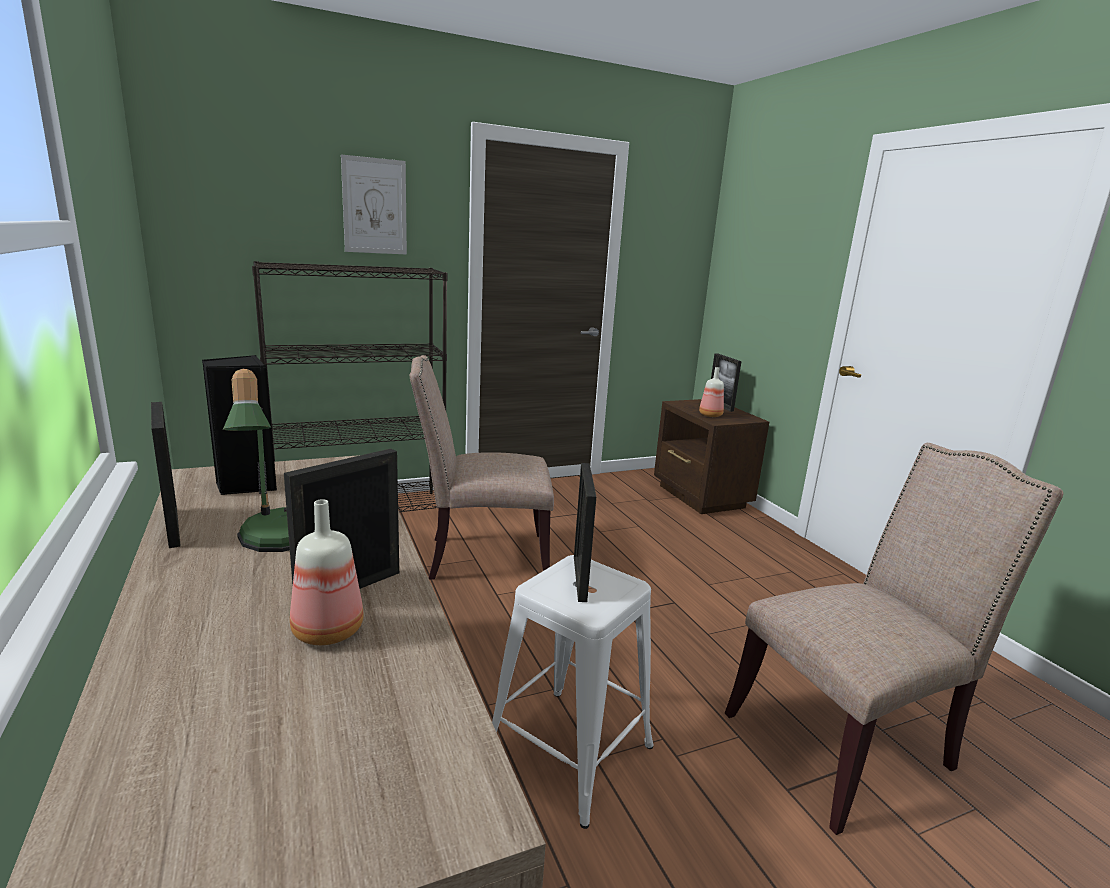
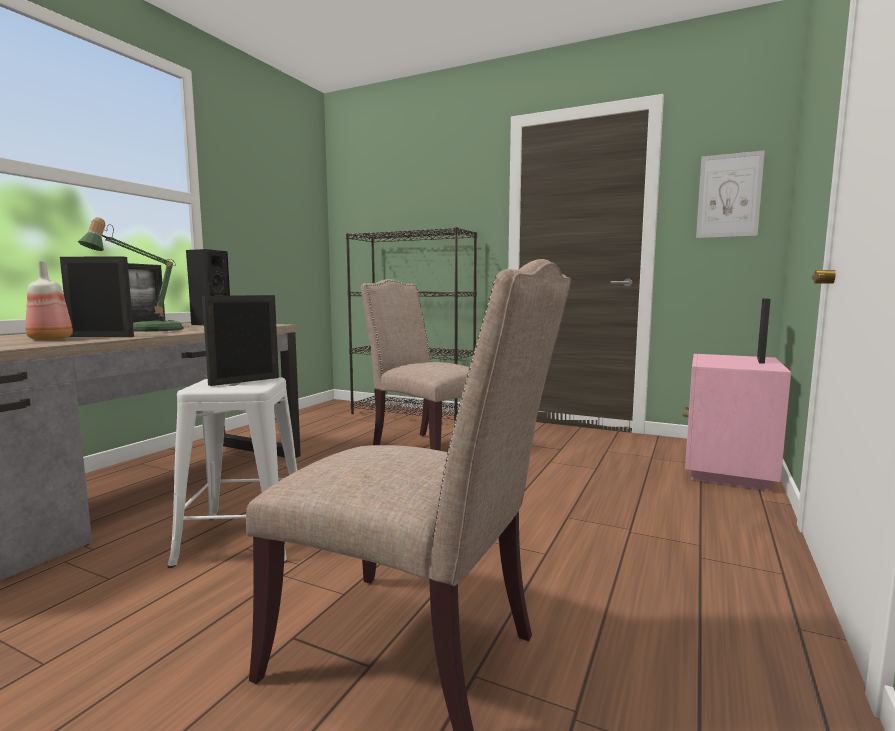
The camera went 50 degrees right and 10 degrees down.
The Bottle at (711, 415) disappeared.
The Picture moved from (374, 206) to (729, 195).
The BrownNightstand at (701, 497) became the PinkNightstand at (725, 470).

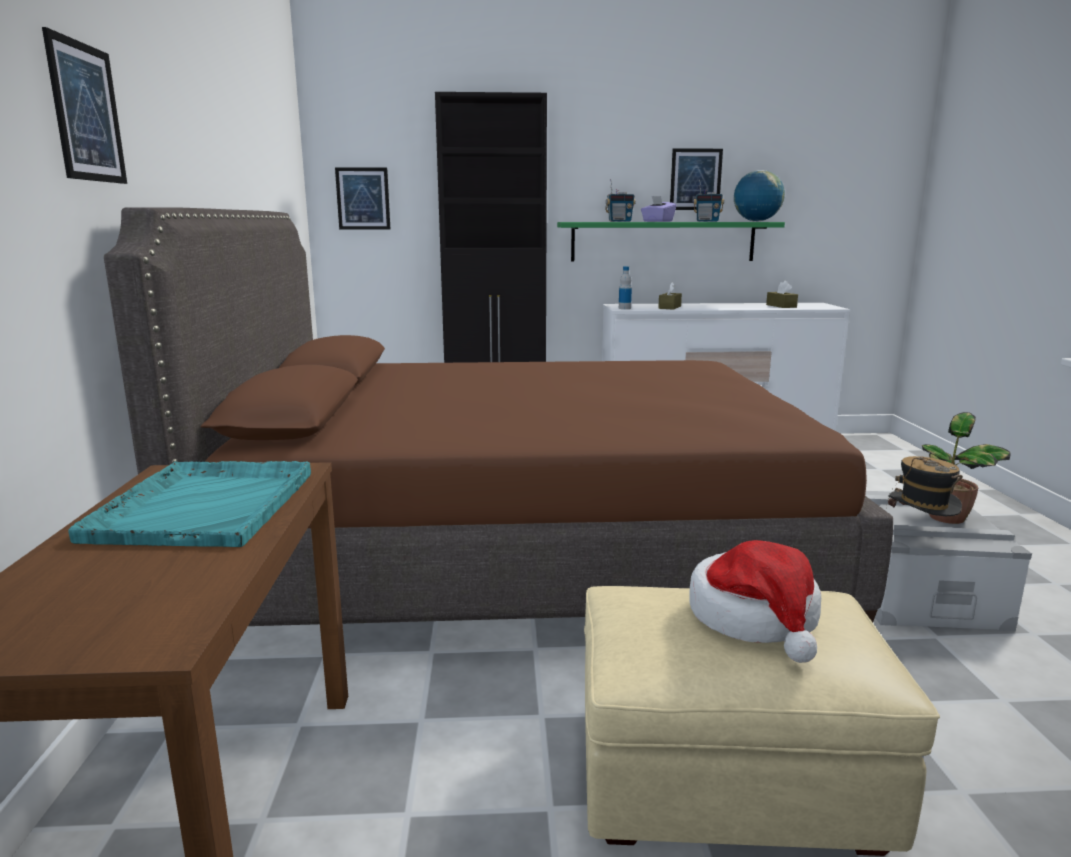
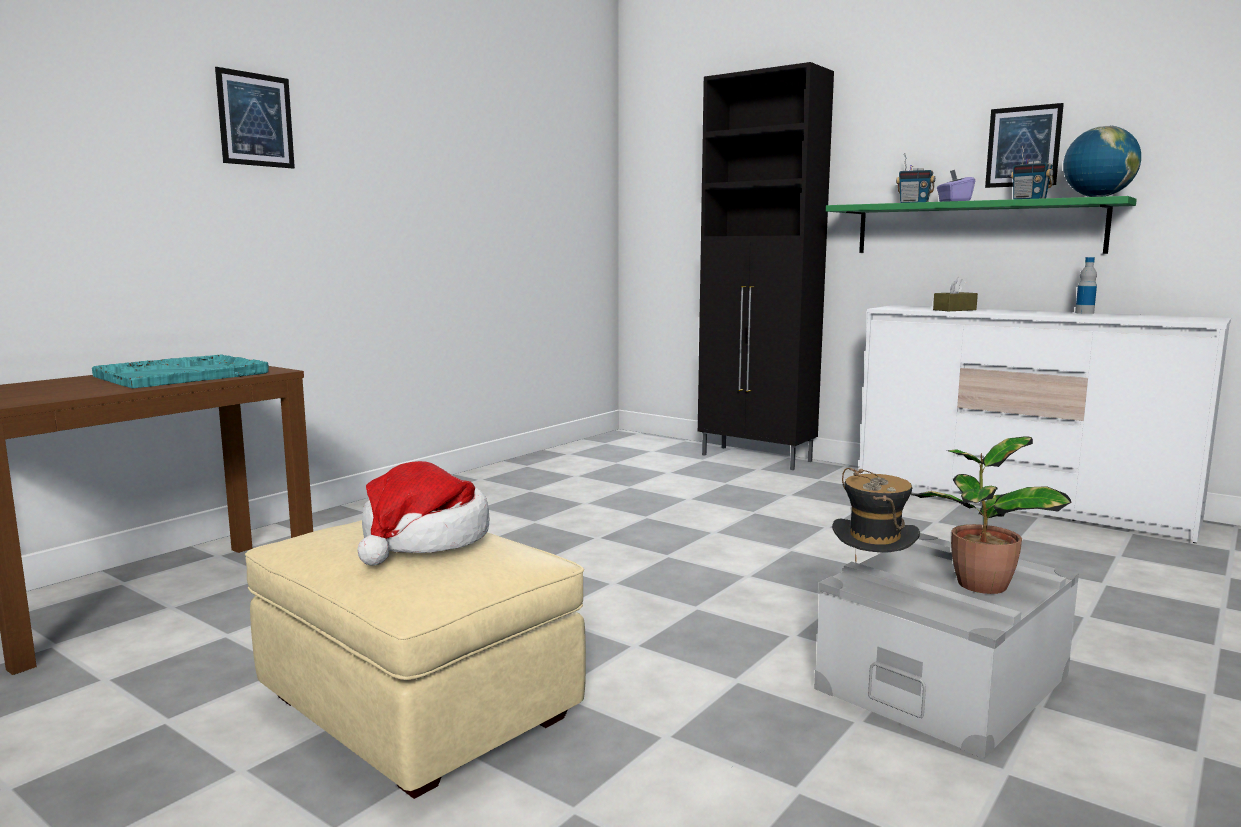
The camera went 40 degrees right and 5 degrees down.
The BrownBed at (521, 551) disappeared.
The Picture at (363, 198) disappeared.
The BrownTissueBox at (781, 306) disappeared.
The Bottle moved from (624, 308) to (1084, 313).

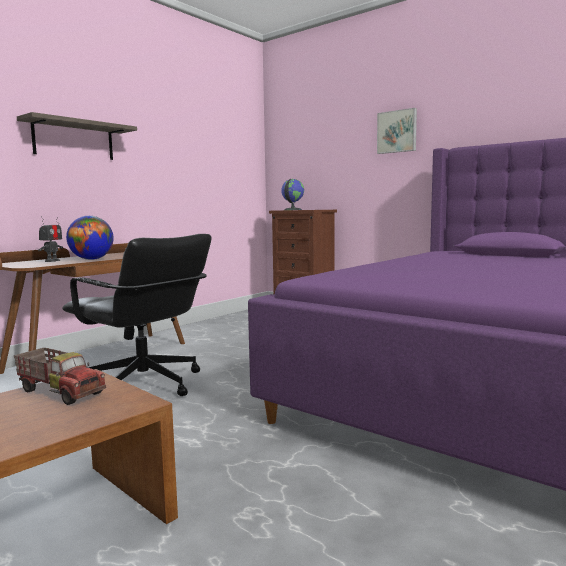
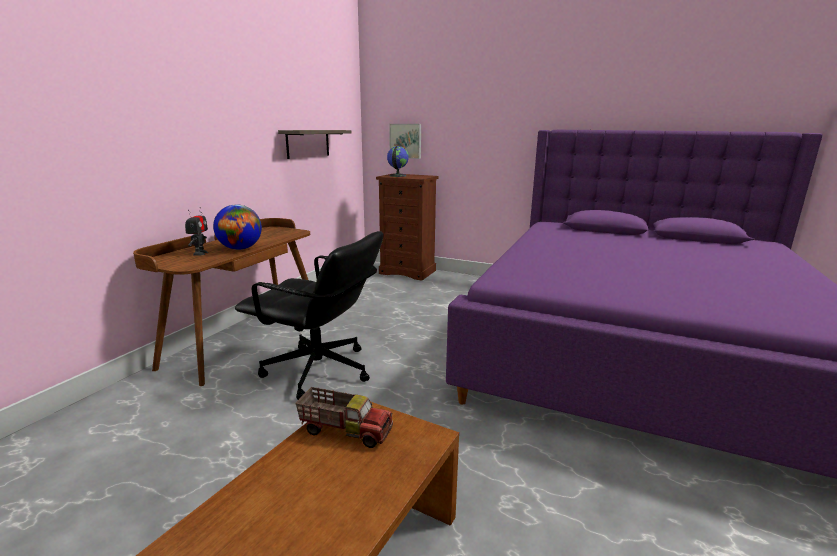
The camera went 15 degrees left and 10 degrees up.
The Shelf moved from (74, 140) to (308, 143).
The Picture moved from (397, 131) to (406, 141).

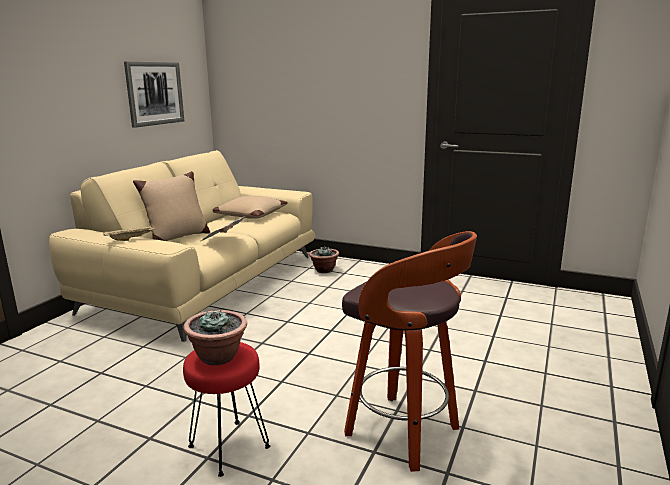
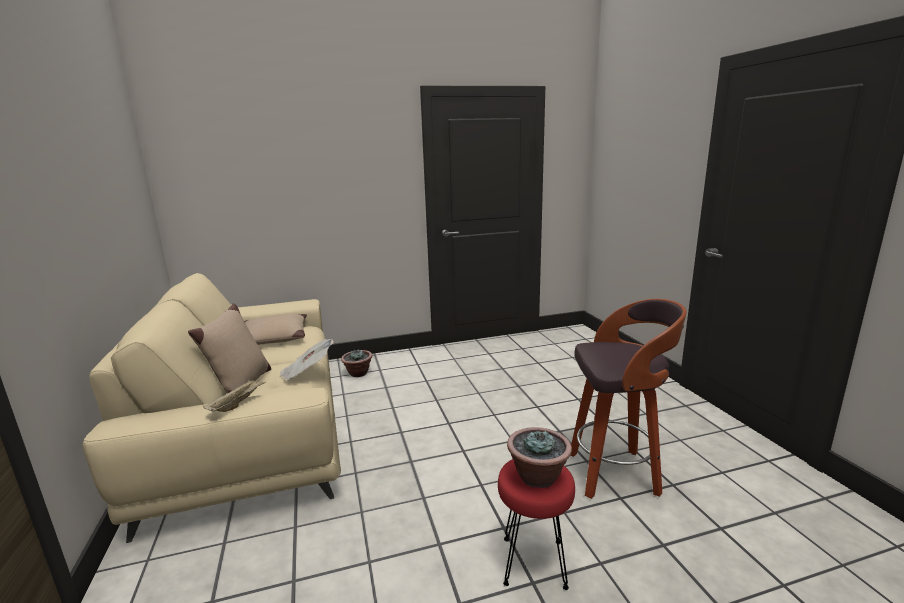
The camera went 40 degrees left and 0 degrees up.
The Picture at (155, 93) disappeared.

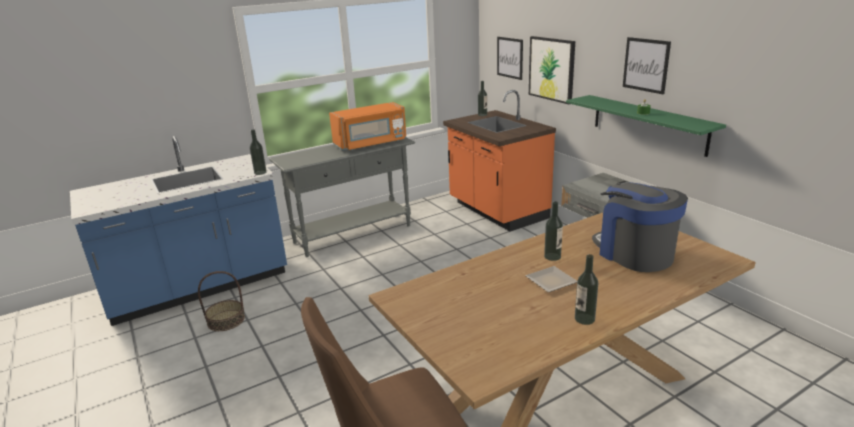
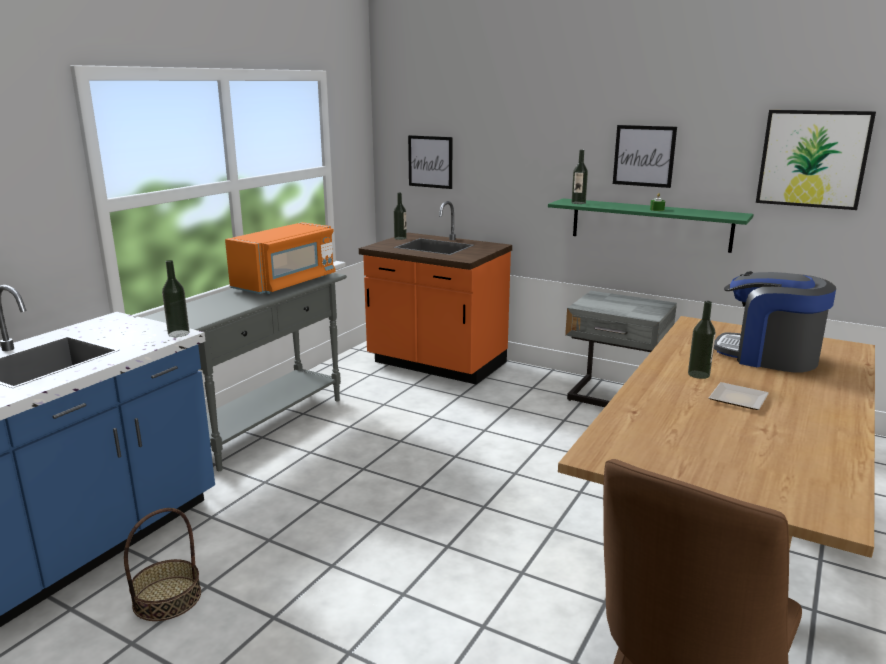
The camera went 30 degrees left and 5 degrees down.
The Picture moved from (552, 69) to (813, 159).
The Bottle moved from (584, 319) to (578, 203).

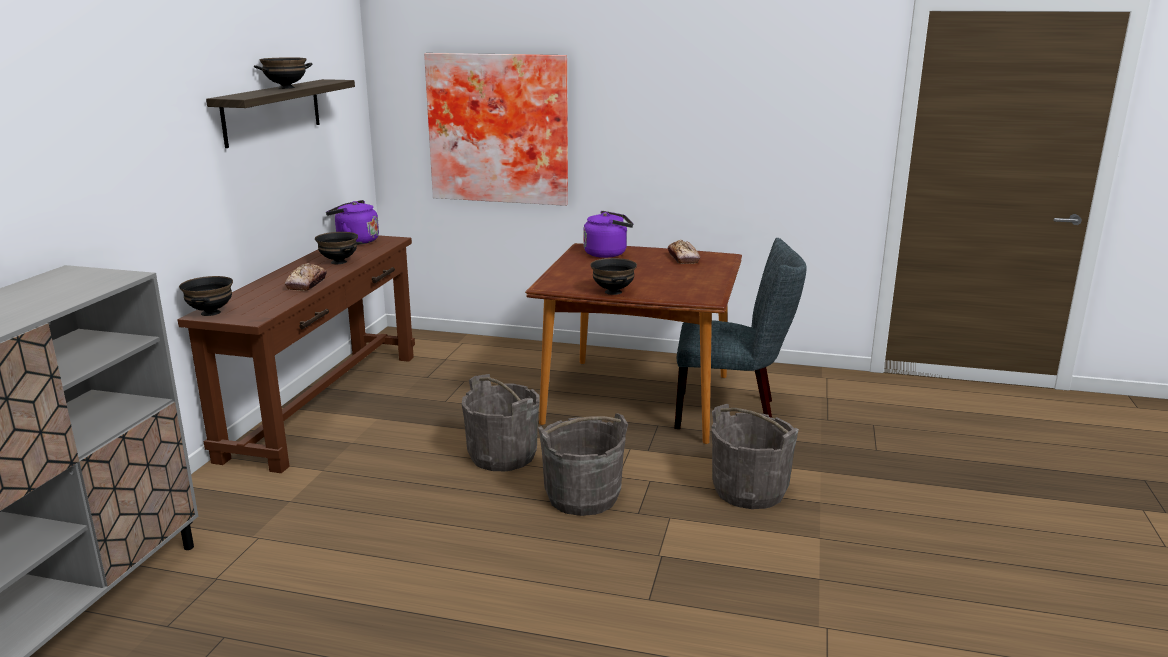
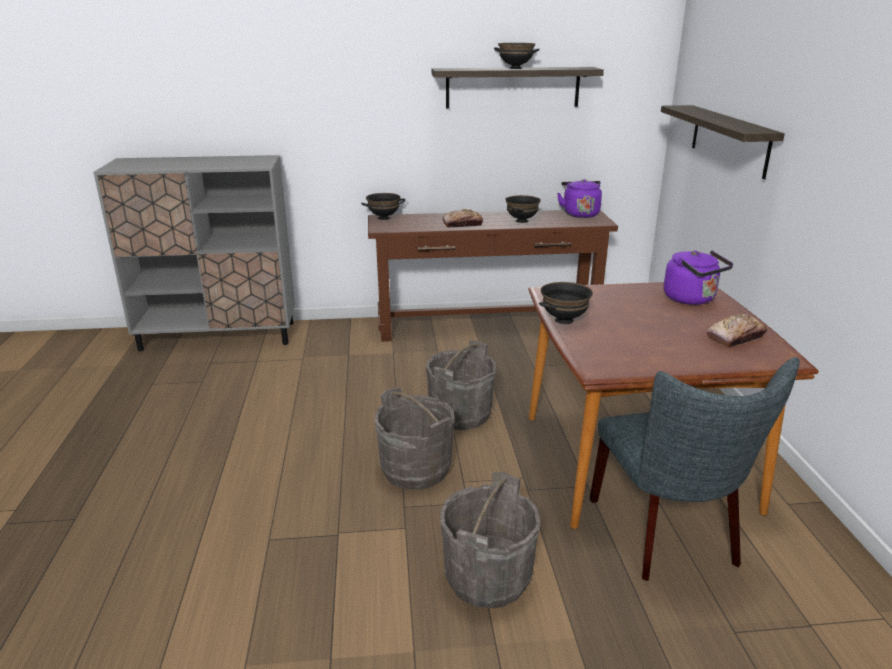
The camera went 70 degrees right and 5 degrees up.
The Picture at (499, 128) was replaced by the Shelf at (729, 139).

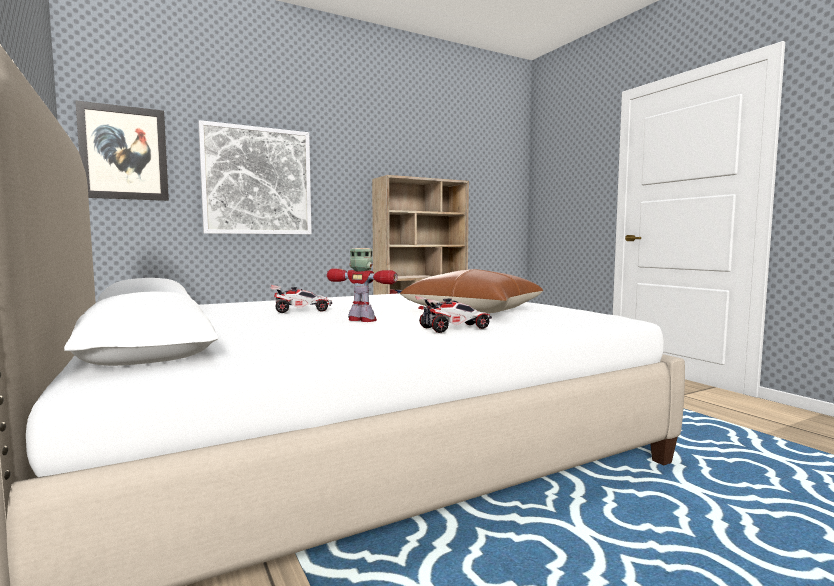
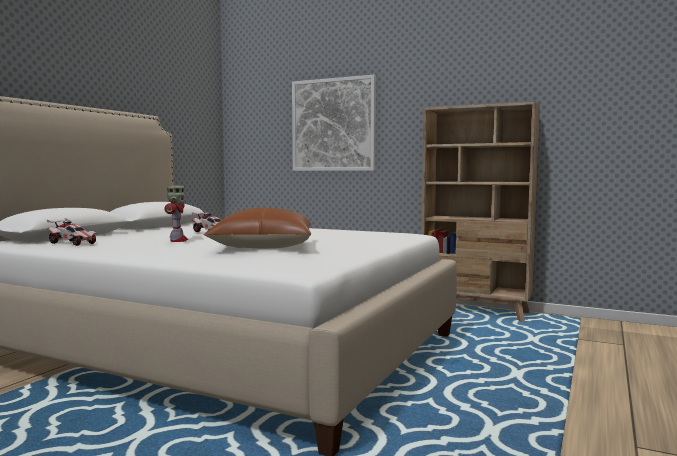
The camera went 55 degrees right and 0 degrees up.
The Picture at (124, 153) disappeared.
The ToyCar moved from (454, 328) to (73, 243).

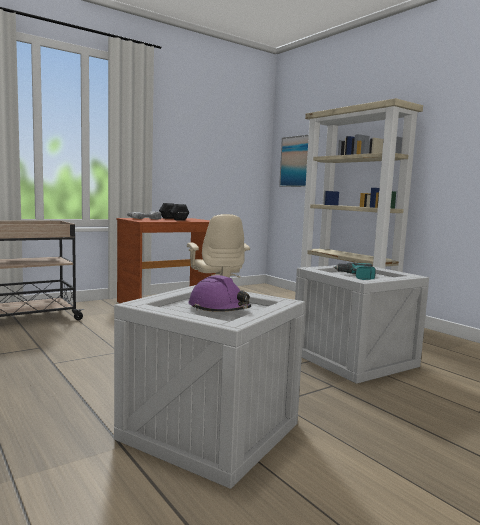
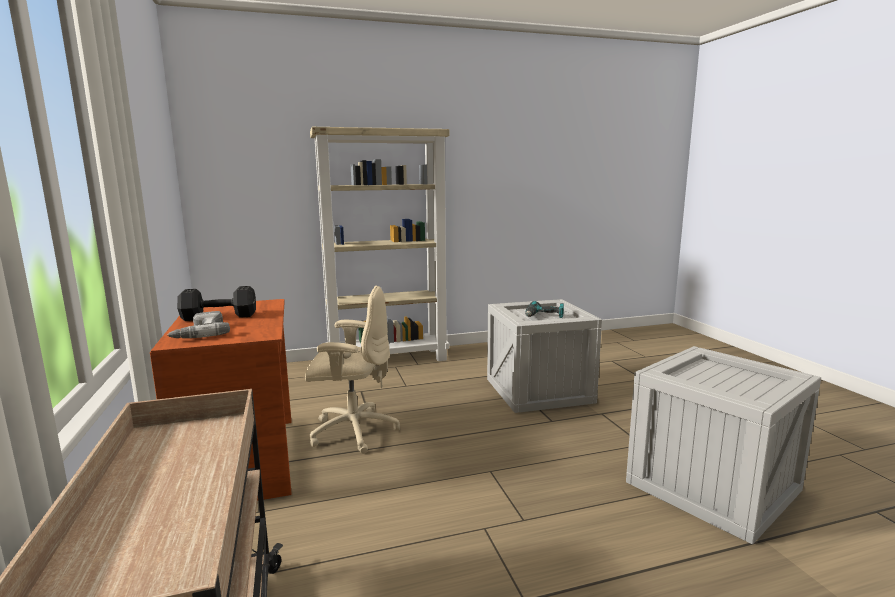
The camera went 70 degrees left and 5 degrees up.
The PurpleHardHat at (219, 309) disappeared.
The Picture at (296, 161) disappeared.

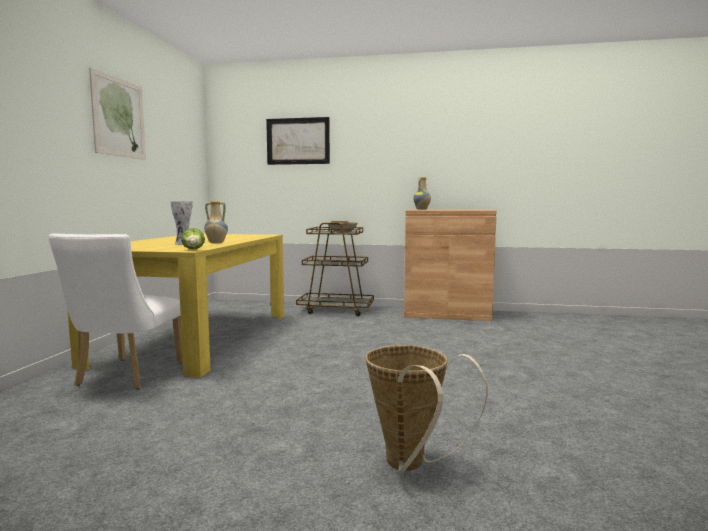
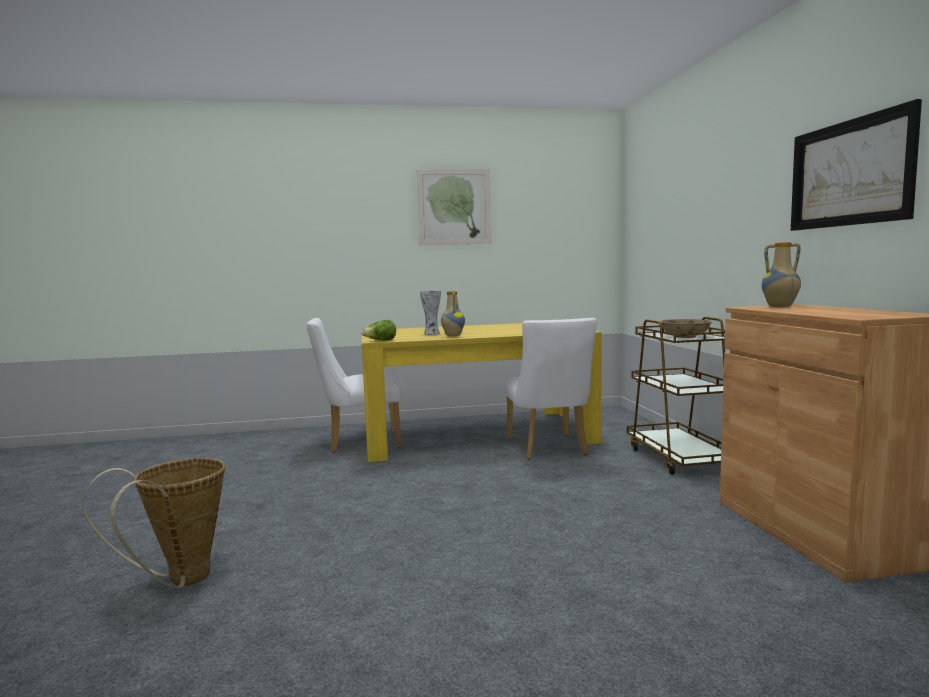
The camera went 70 degrees right and 0 degrees up.
The WhiteChair at (549, 449) appeared.
The Picture moved from (298, 141) to (850, 173).

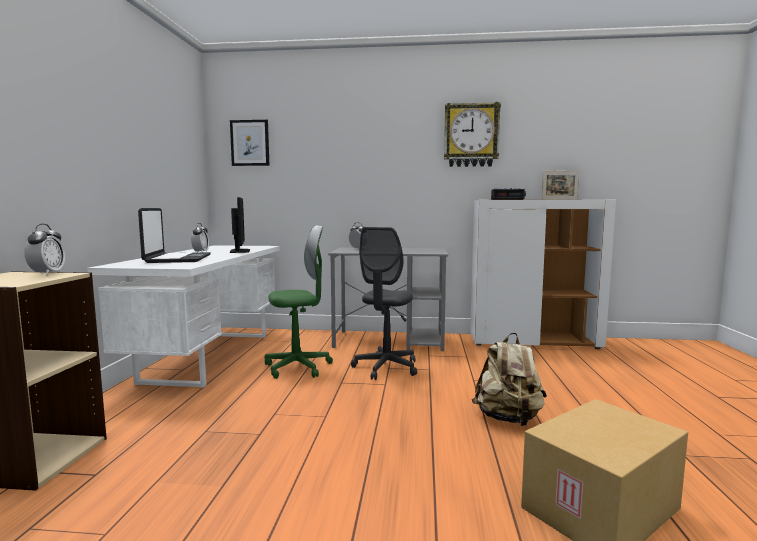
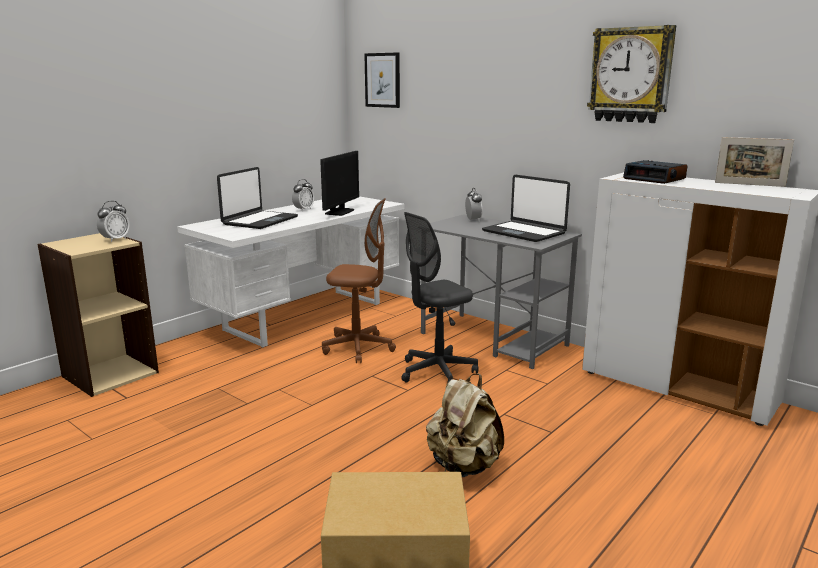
The camera went 35 degrees right and 10 degrees up.
The Laptop at (524, 232) appeared.
The GreenOfficeChair at (298, 367) became the BrownOfficeChair at (358, 348).

